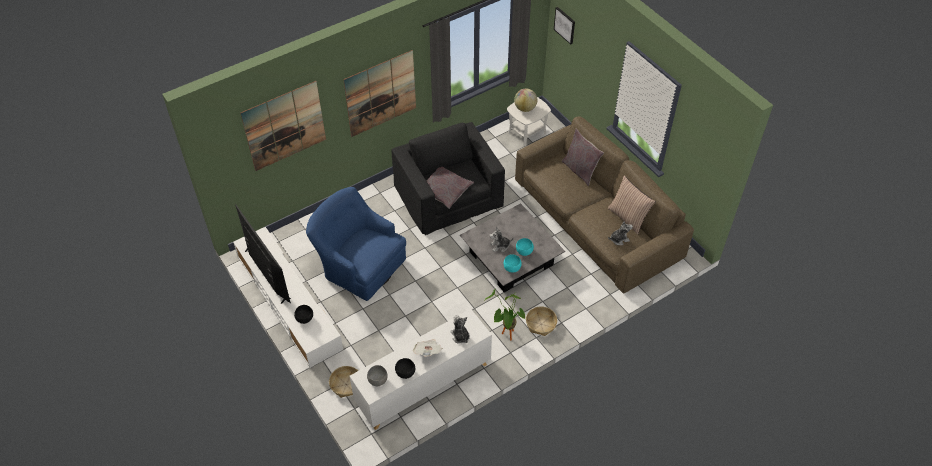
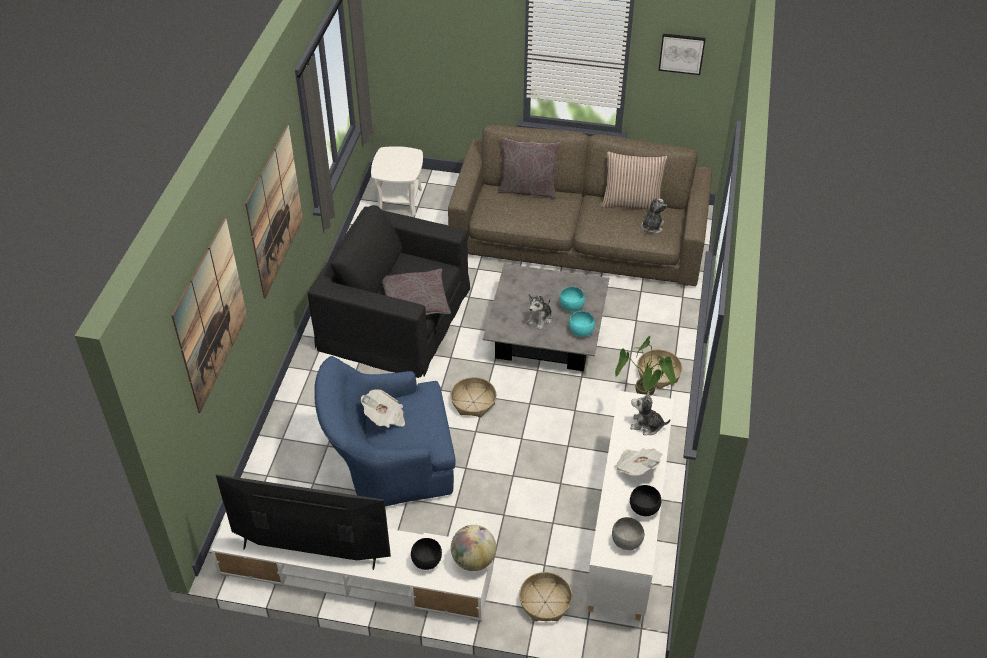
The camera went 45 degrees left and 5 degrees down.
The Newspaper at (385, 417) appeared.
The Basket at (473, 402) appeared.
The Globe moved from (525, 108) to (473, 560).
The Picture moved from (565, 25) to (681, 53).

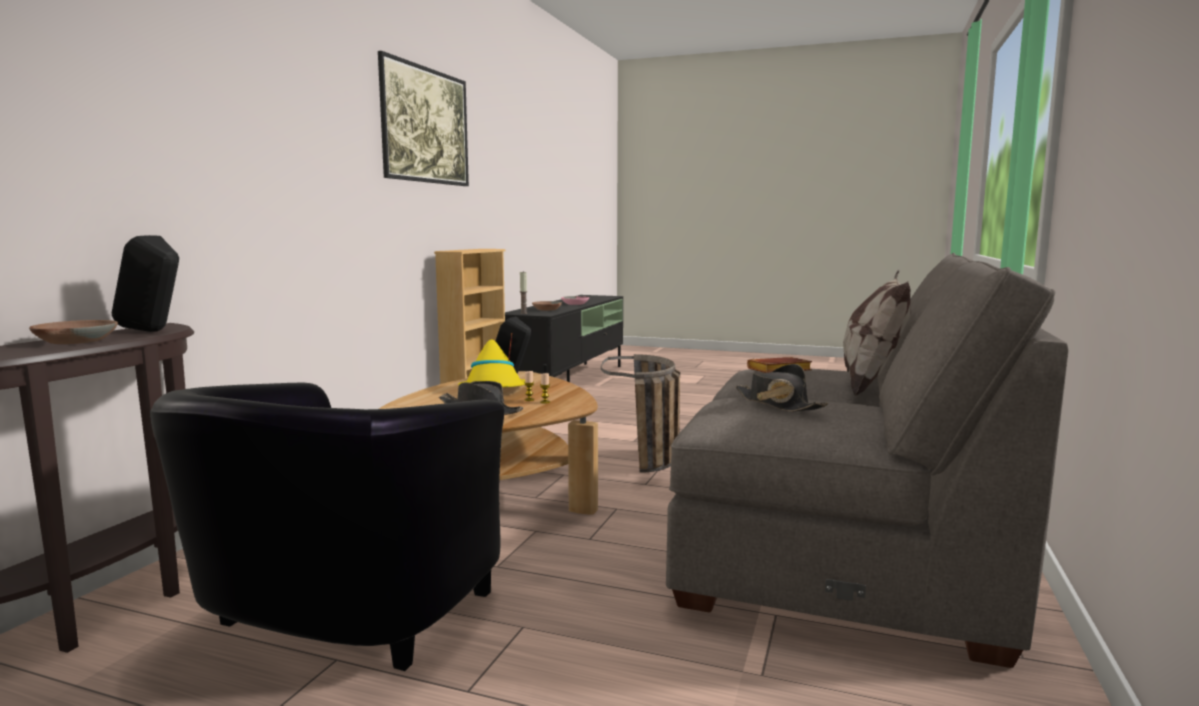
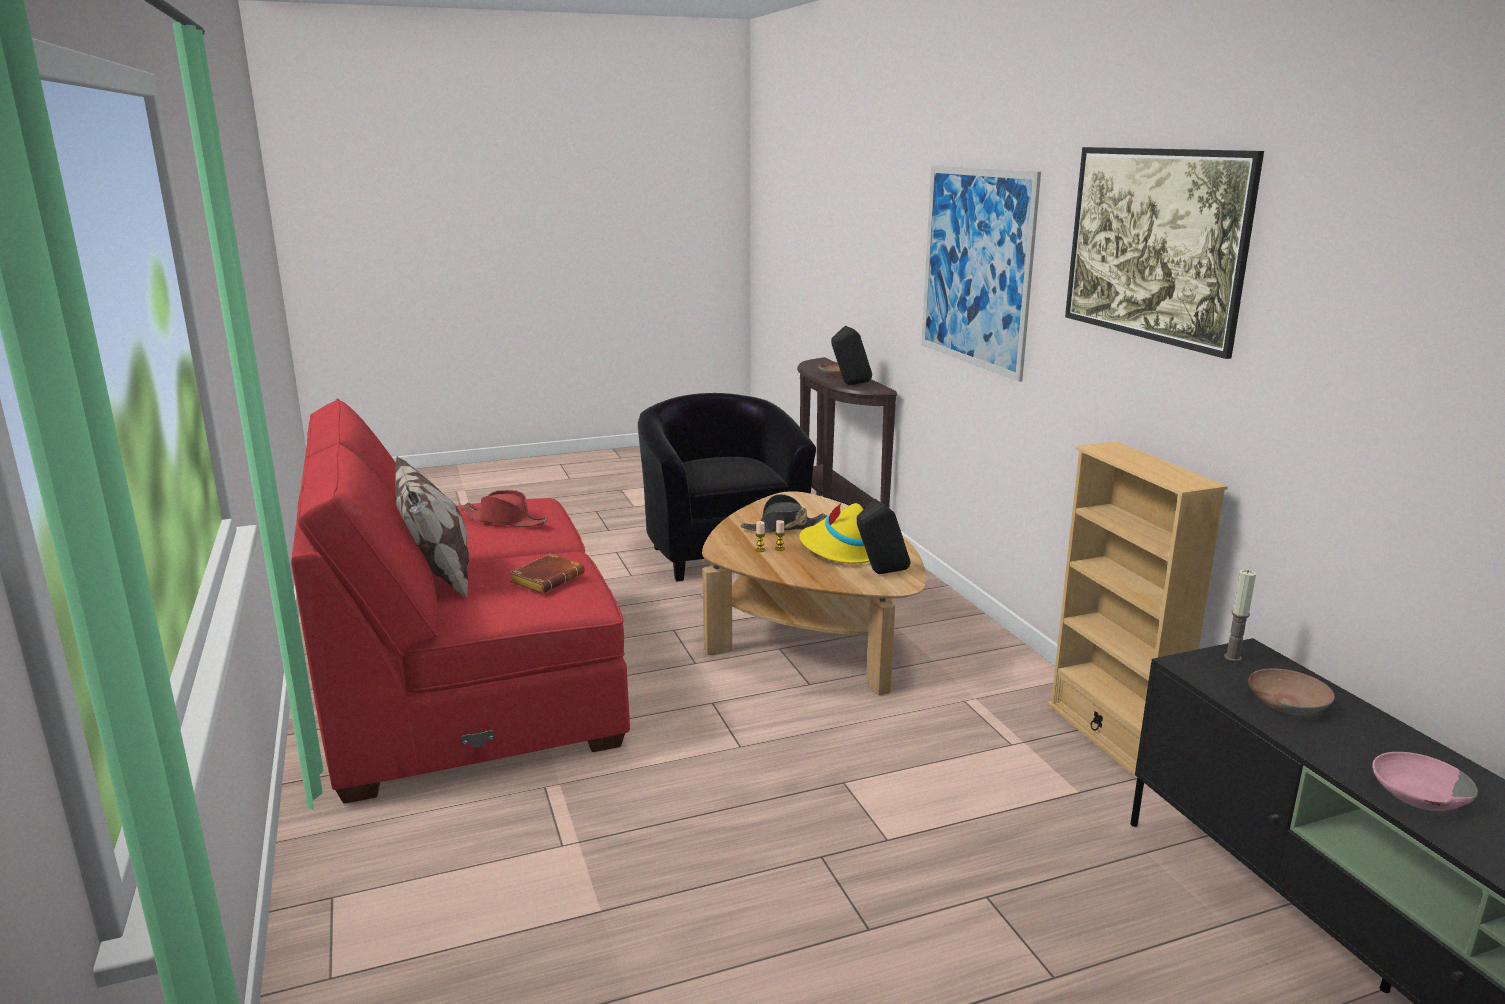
The camera went 140 degrees right and 10 degrees up.
The Basket at (650, 466) disappeared.
The Picture at (976, 268) appeared.
The GreySofa at (839, 549) became the RedSofa at (470, 689).
The BlackHat at (777, 404) became the RedHat at (505, 520).

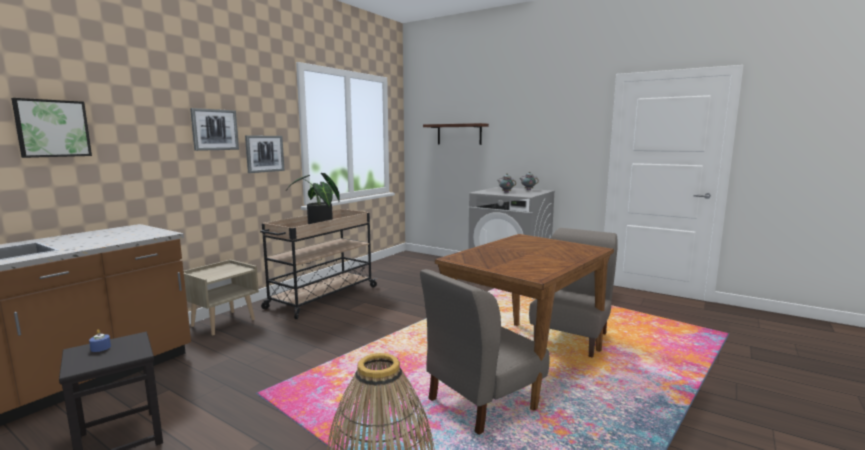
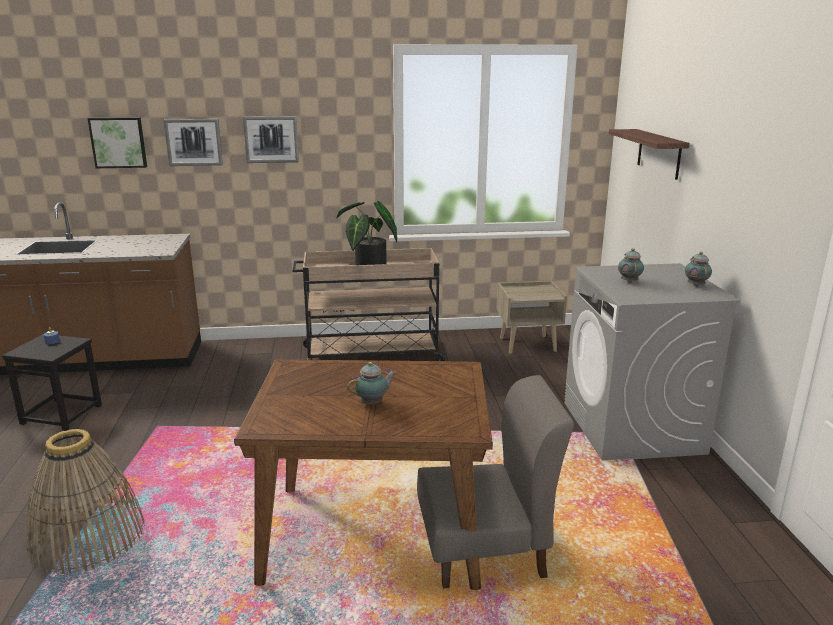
The camera went 50 degrees right and 10 degrees up.
The GreyChair at (481, 401) disappeared.
The Teapot at (373, 403) appeared.
The BeigeNightstand moved from (223, 322) to (528, 344).
The Picture moved from (264, 153) to (194, 142).

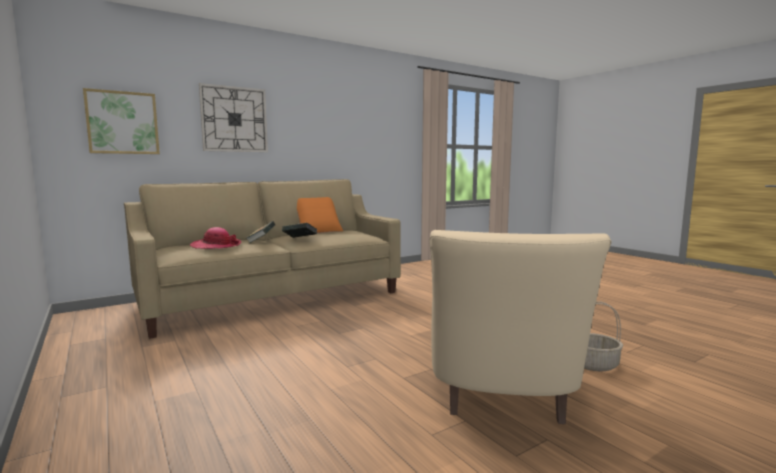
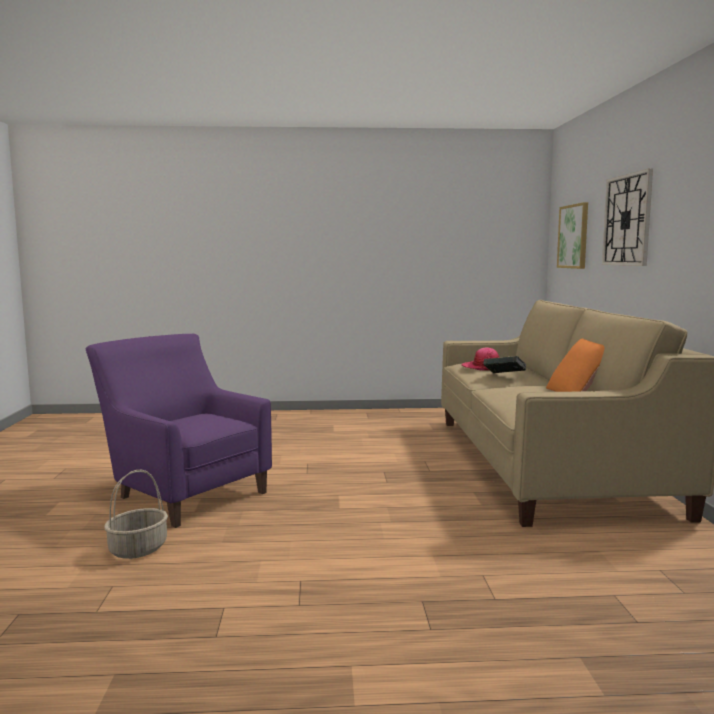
The camera went 120 degrees right and 0 degrees up.
The Book at (300, 239) disappeared.
The BeigeArmchair at (501, 395) became the PurpleArmchair at (181, 493).

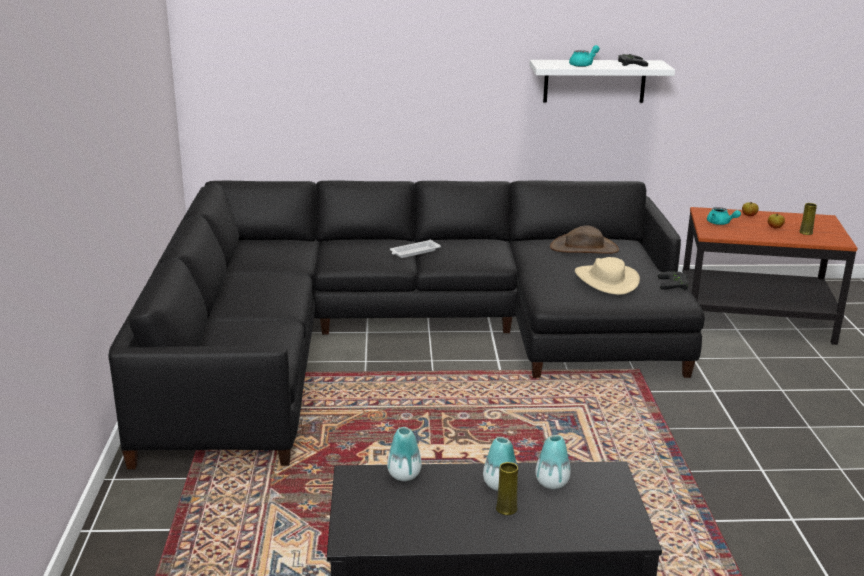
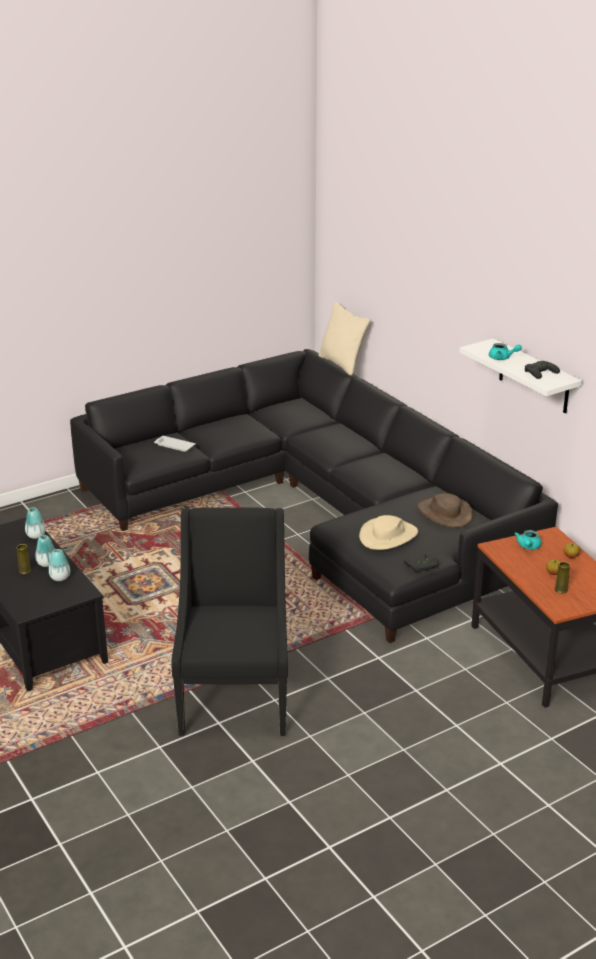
The camera went 60 degrees right and 5 degrees up.
The BlackArmchair at (235, 700) appeared.
The BeigePillow at (342, 364) appeared.
The WhiteTray moved from (414, 252) to (174, 446).

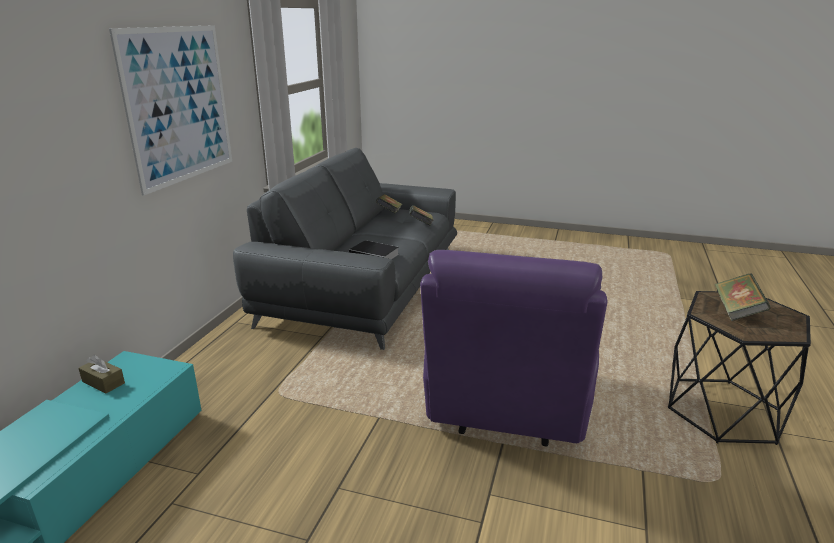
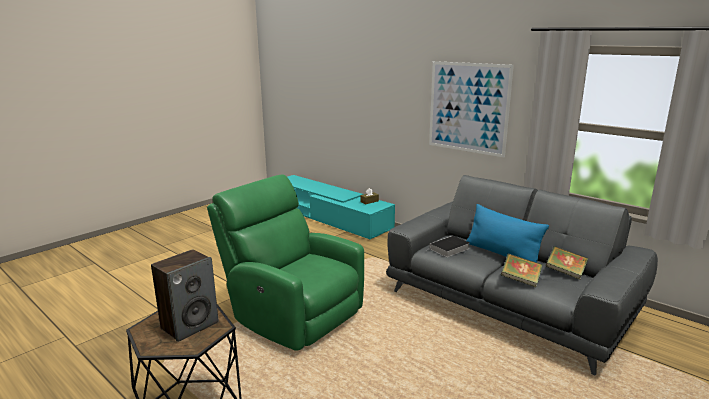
The camera went 115 degrees right and 5 degrees down.
The BluePillow at (502, 254) appeared.
The Book at (737, 311) was replaced by the Speaker at (190, 325).
The PurpleArmchair at (506, 411) became the GreenArmchair at (293, 315).

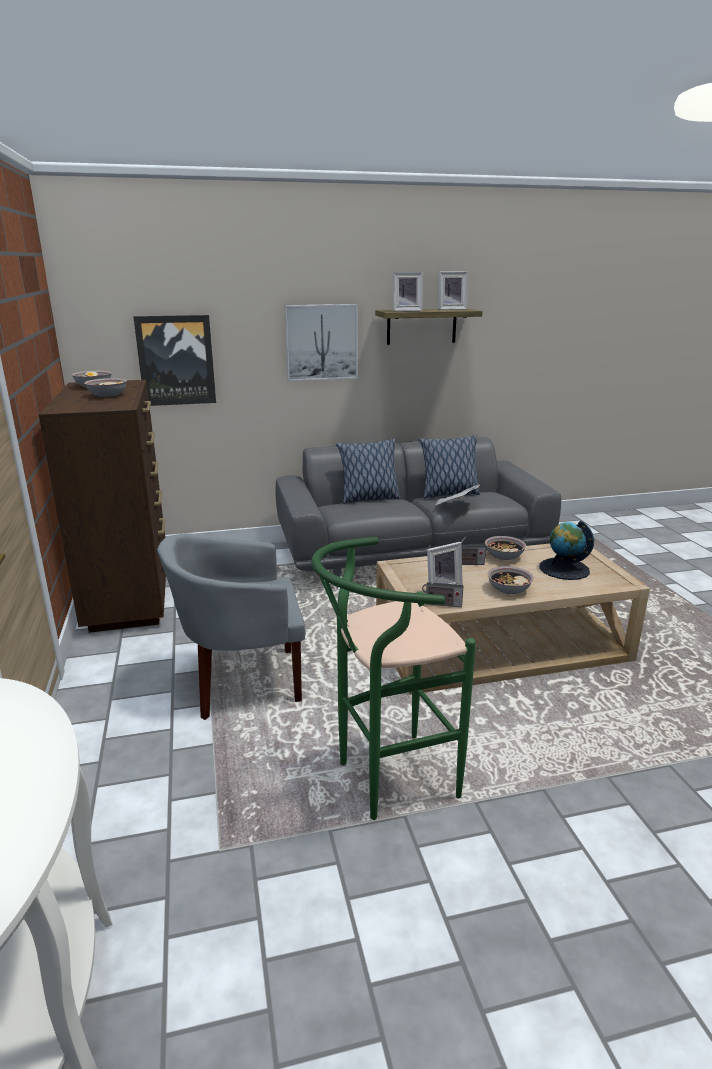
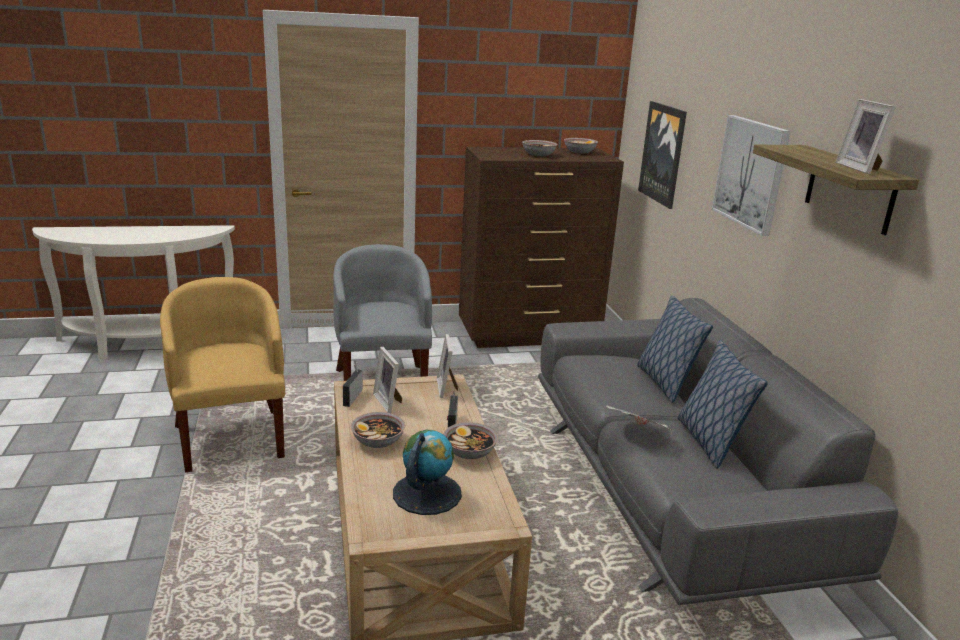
The camera went 90 degrees right and 0 degrees up.
The PictureFrame moved from (406, 310) to (447, 388).
The GreenStool at (386, 781) was replaced by the YellowArmchair at (231, 437).

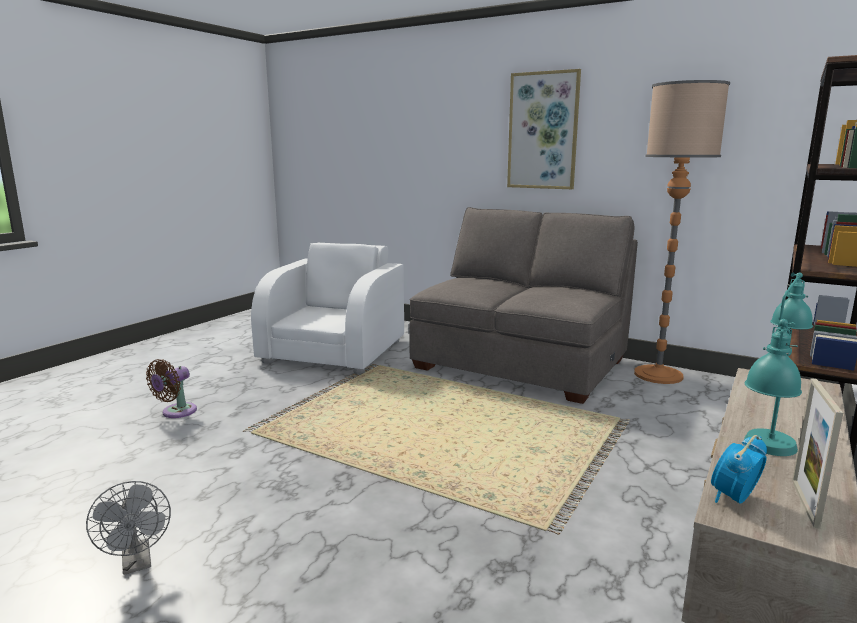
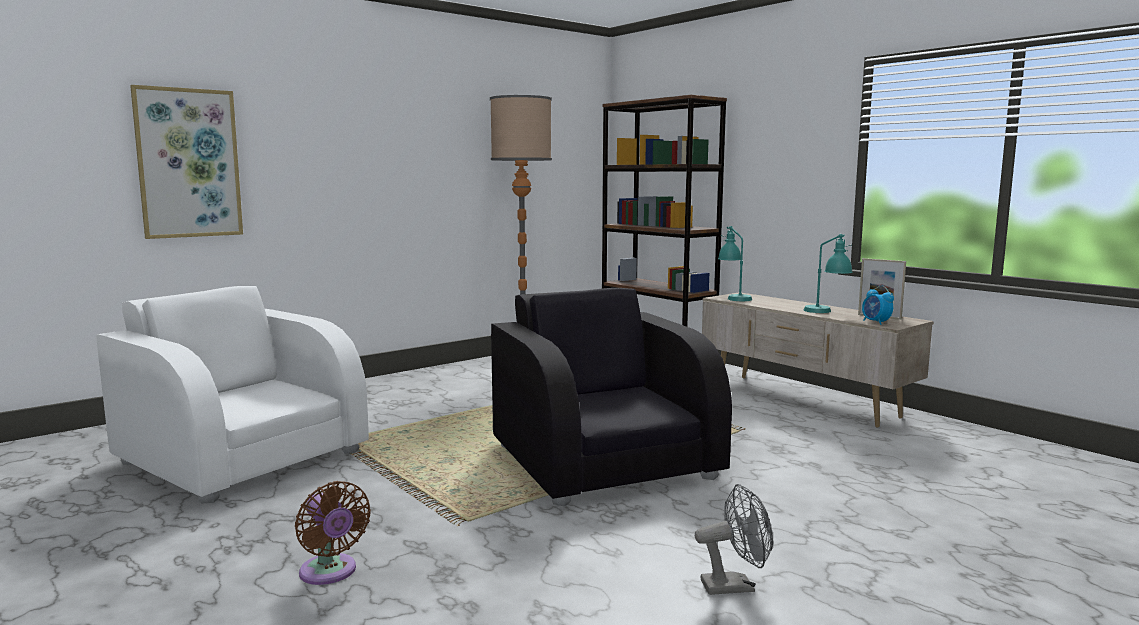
The camera went 70 degrees left and 5 degrees down.
The GreySofa at (519, 364) disappeared.
The BlackArmchair at (603, 460) appeared.
The Picture moved from (543, 131) to (188, 163).

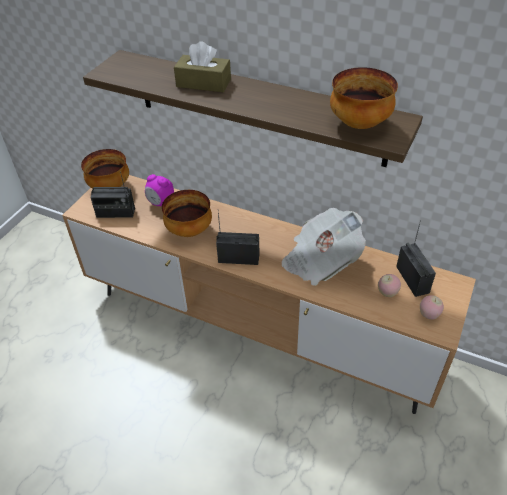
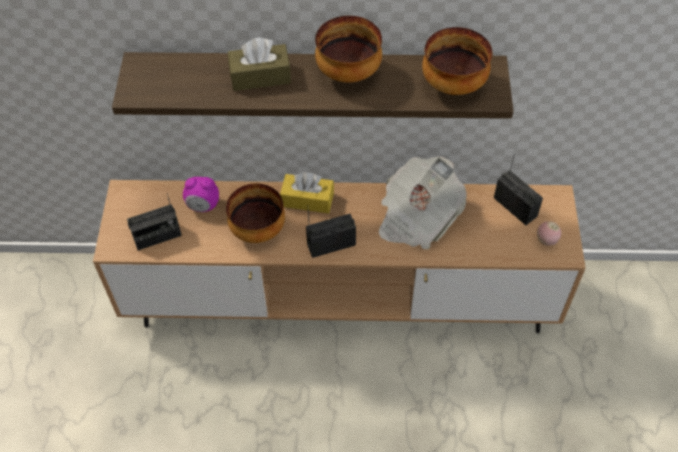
The camera went 25 degrees left and 10 degrees up.
The Apple at (387, 293) disappeared.
The YellowTissueBox at (307, 200) appeared.
The Bowl moved from (109, 187) to (347, 73).

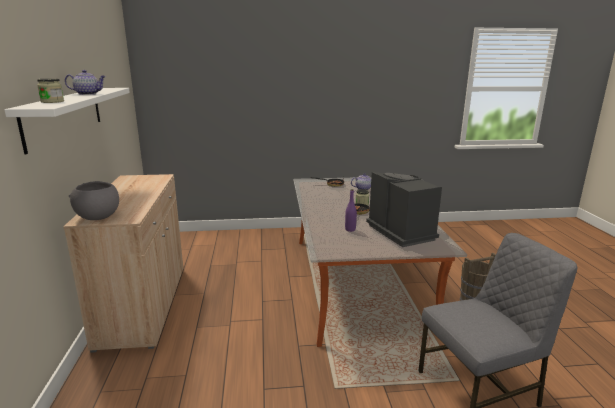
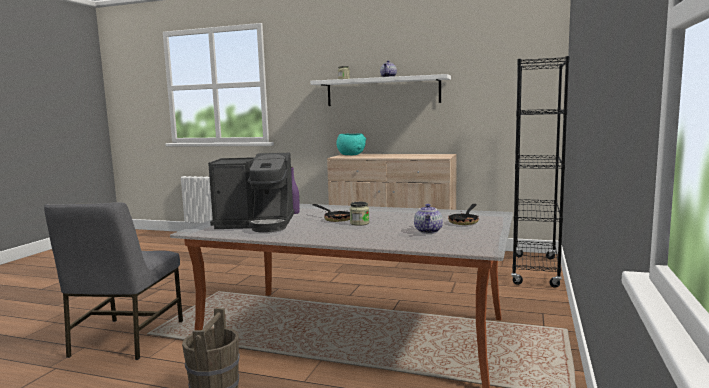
The camera went 115 degrees right and 10 degrees down.
The BlackBookcase at (535, 271) appeared.
The GreyBowl at (97, 216) became the TurquoiseBowl at (351, 155).

